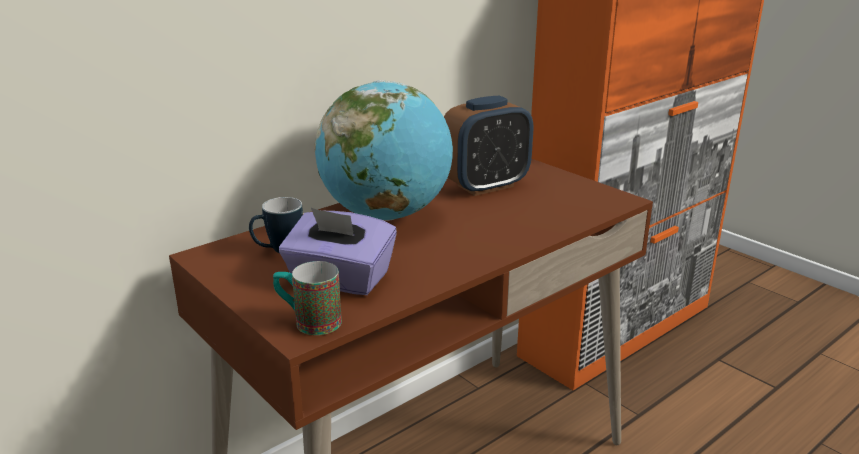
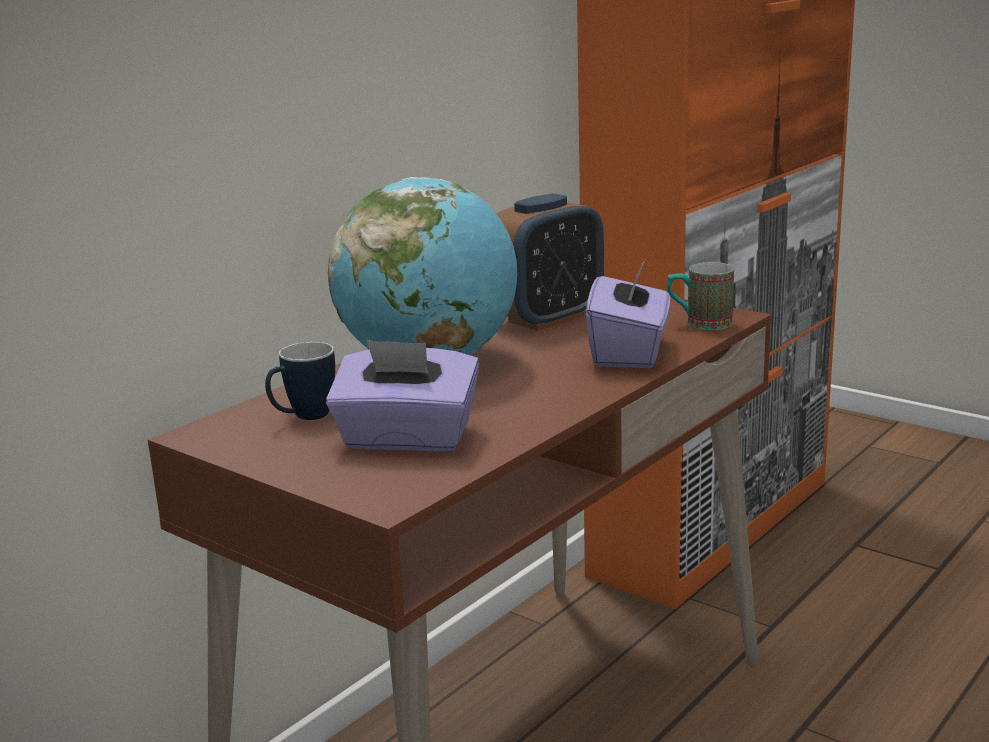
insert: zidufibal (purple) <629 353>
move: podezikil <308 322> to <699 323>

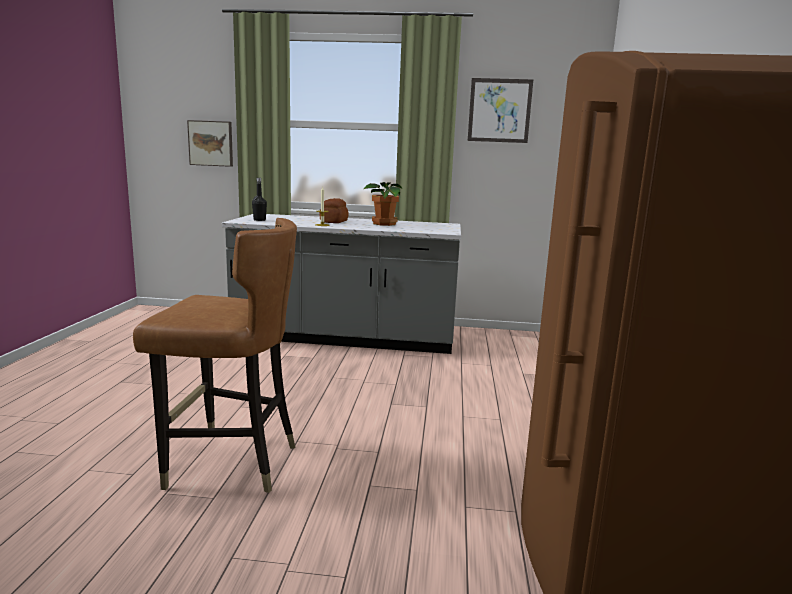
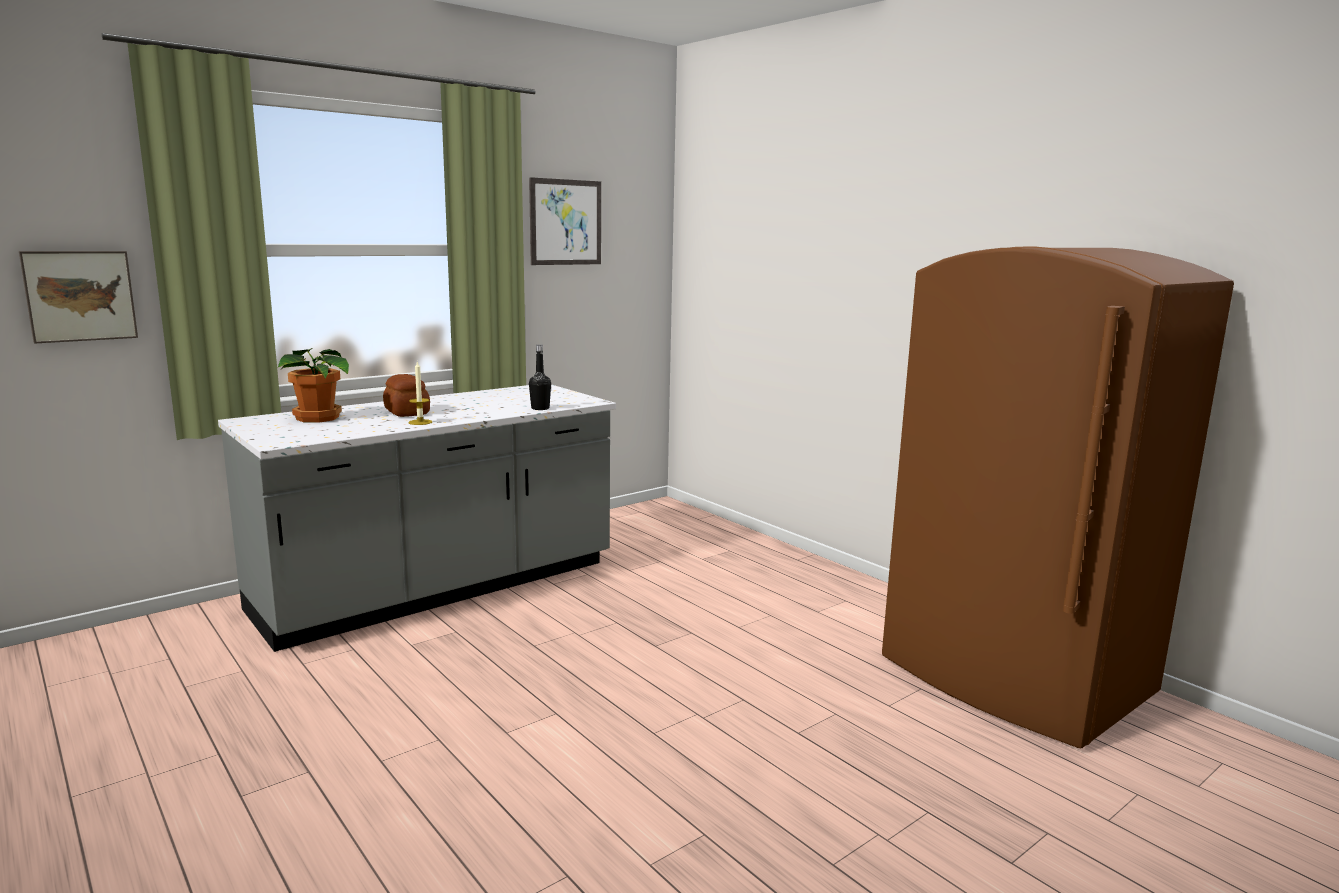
delete: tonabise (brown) <231 463>
move: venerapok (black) <259 220> to <540 408>; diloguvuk <384 224> to <318 418>

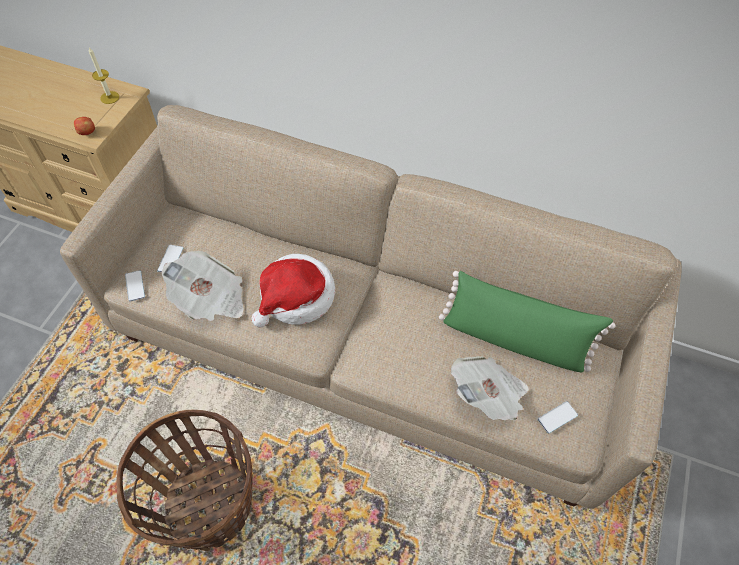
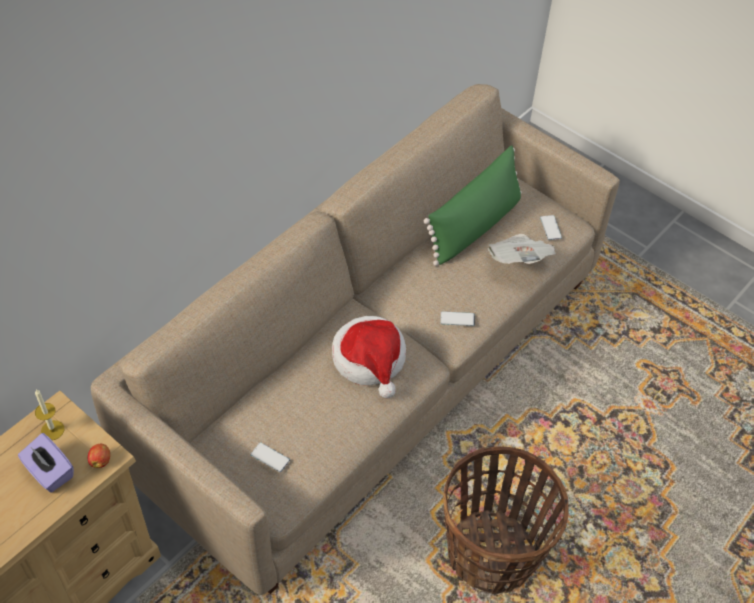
delete: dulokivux <210 299>
insert: zidufibal (purple) <49 472>
move: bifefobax <135 286> to <457 319>

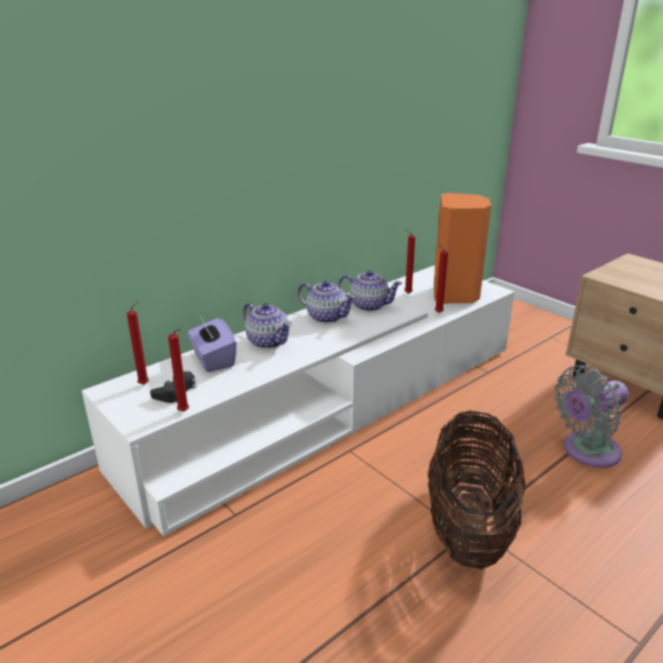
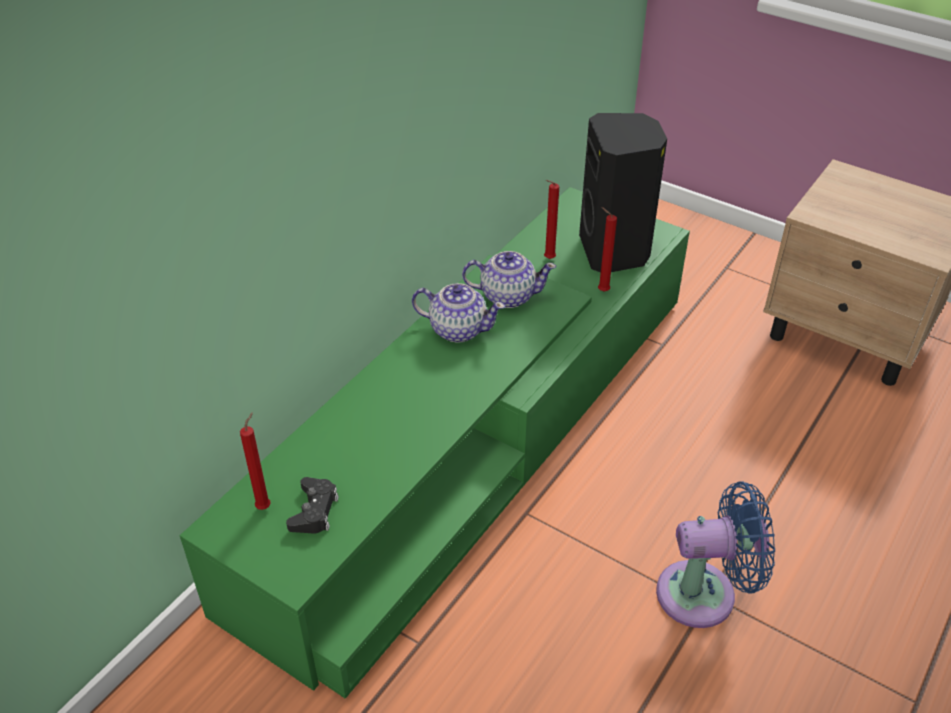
delete: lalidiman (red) <185 412>; zidufibal (purple) <213 359>; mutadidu <268 341>; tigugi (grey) <586 451>
replace: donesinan <469 525> to tigugi (blue) <704 594>
recolor: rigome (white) <331 403> to rigome (green) <475 439>; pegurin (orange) <456 295> to pegurin (black) <615 252>

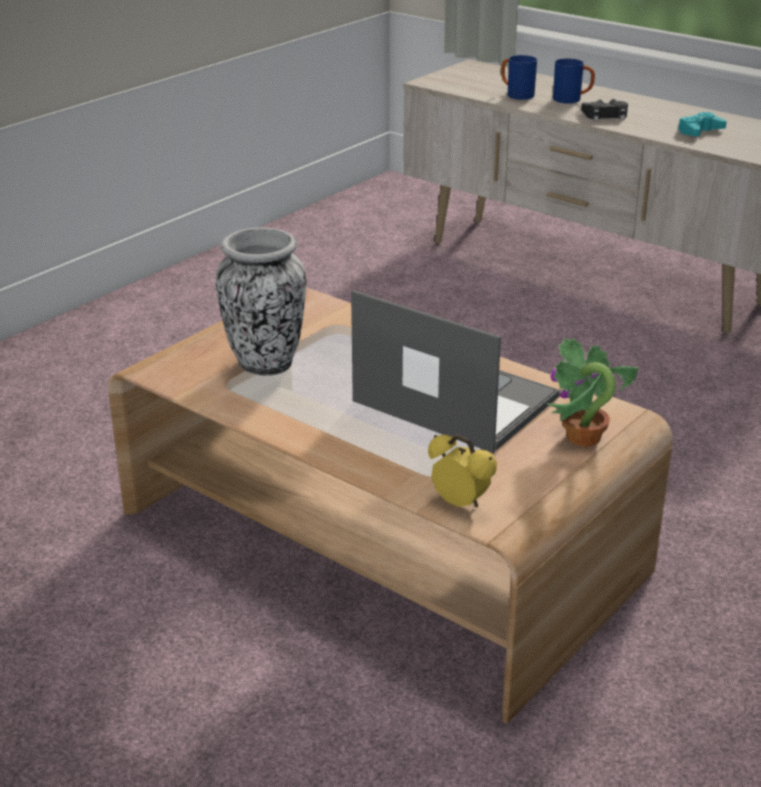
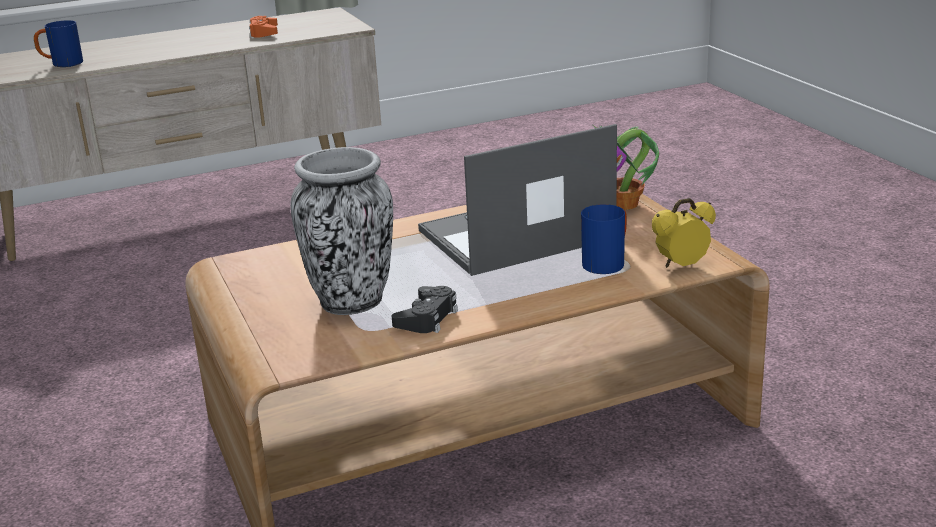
move: podezikil (blue) <572 100> to <607 262>; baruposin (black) <605 115> to <427 318>
recolor: baruposin (turquoise) <699 131> to baruposin (orange) <264 32>

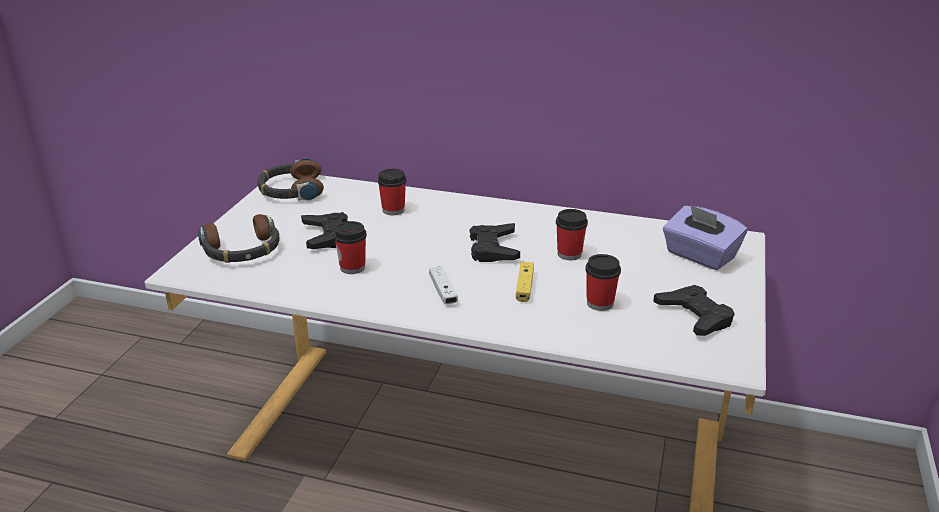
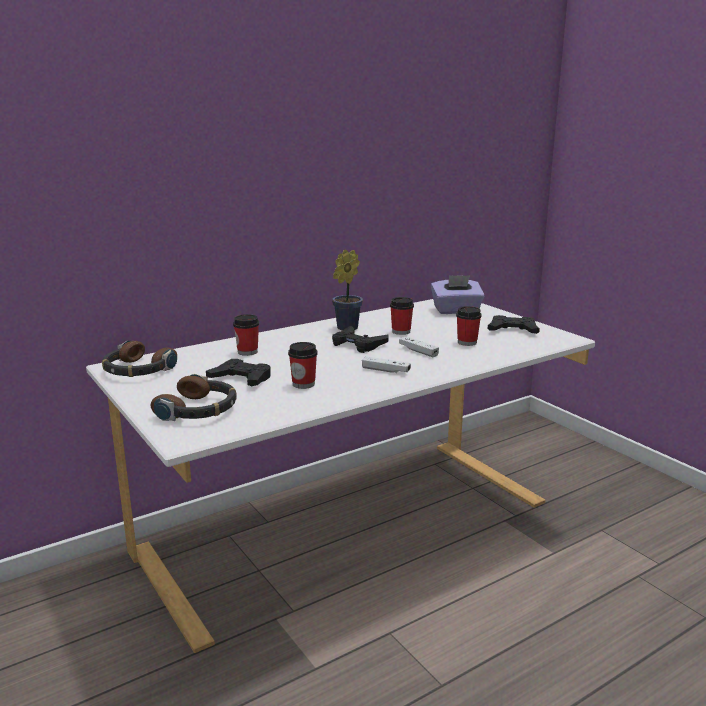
insert: diloguvuk <345 328>
recolor: baruposin (yellow) <524 287> to baruposin (white) <418 351>

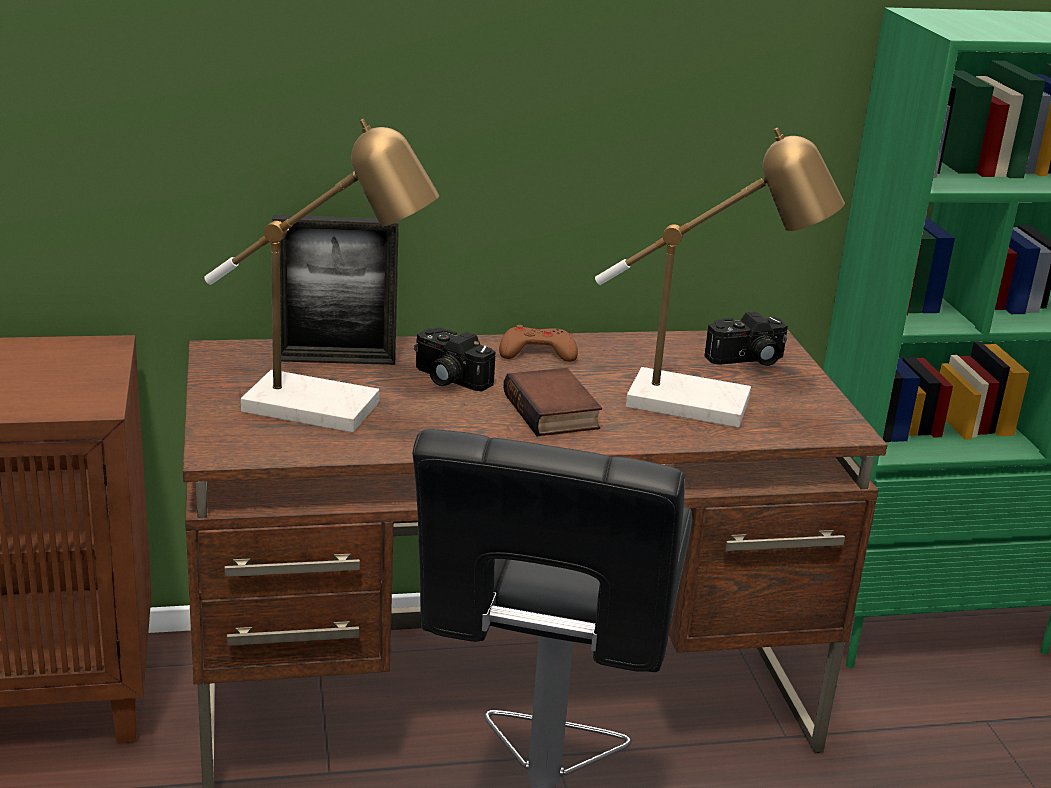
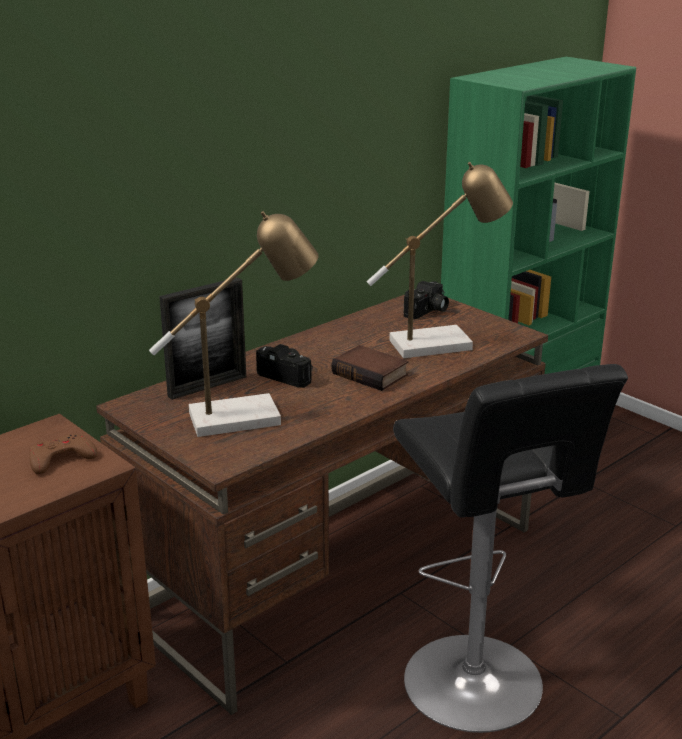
move: baruposin (brown) <537 352> to <61 459>
rotate: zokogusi <447 379> = <288 375> 150 degrees counterclockwise

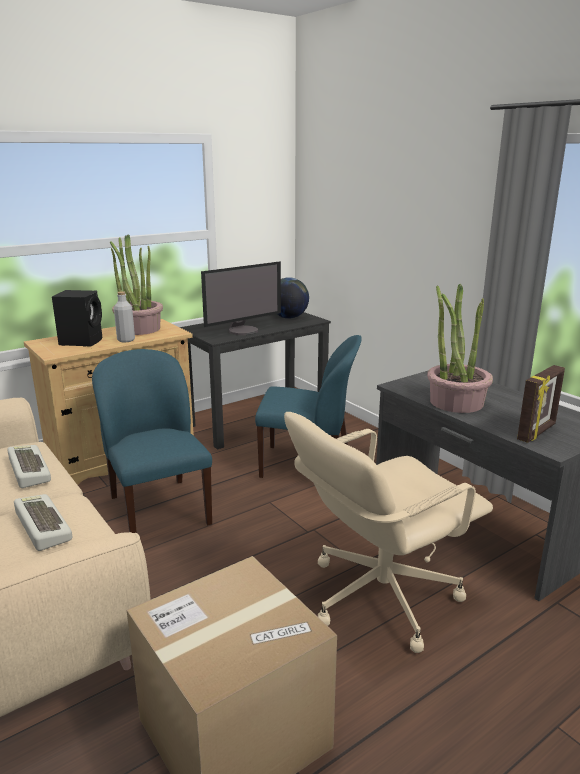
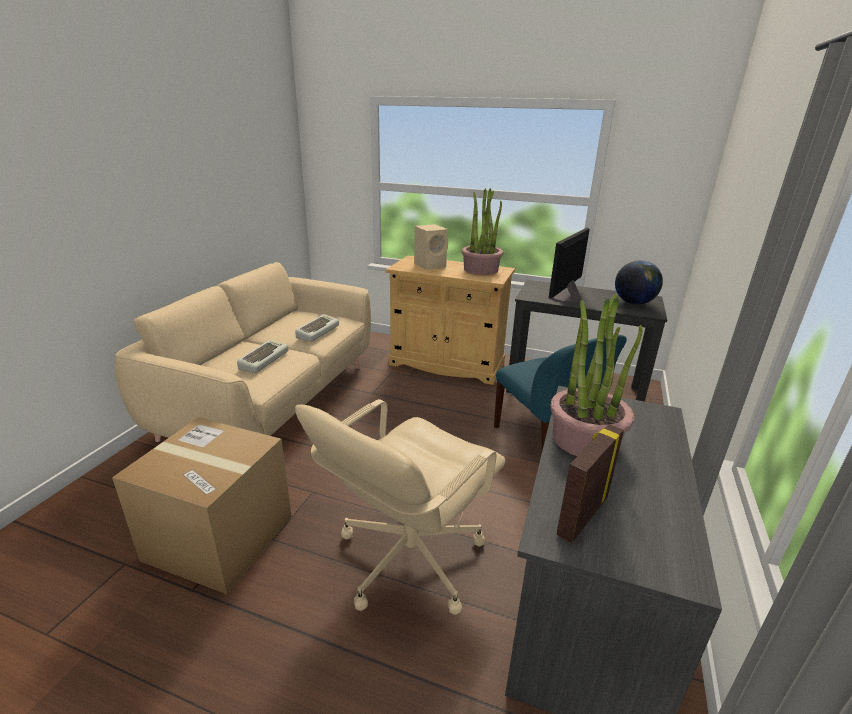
delete: tonabise (blue) <158 509>; venerapok (grey) <126 340>
recolor: pegurin (black) <82 341> to pegurin (beige) <431 265>
rotate: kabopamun <243 330> = <565 298> 105 degrees clockwise; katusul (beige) <380 595> = <408 557> 75 degrees counterclockwise; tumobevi <537 432> = <581 515> 120 degrees clockwise

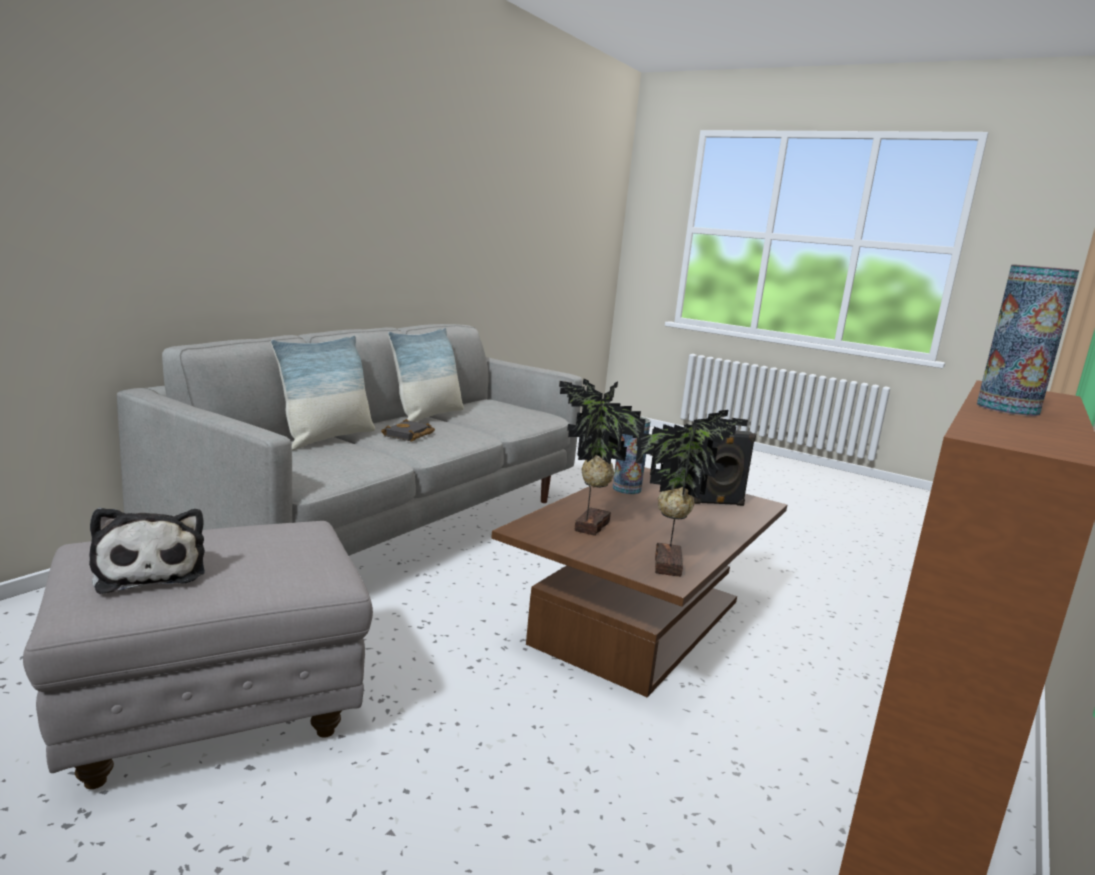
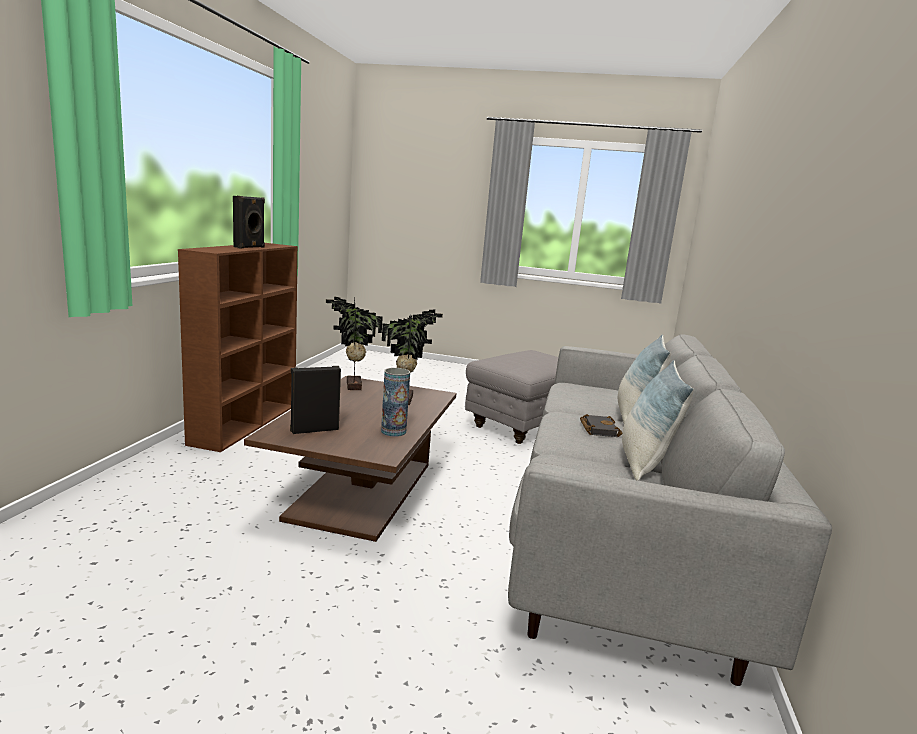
delete: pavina <150 571>
replace: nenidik <1007 409> to pegurin (black) <250 247>

